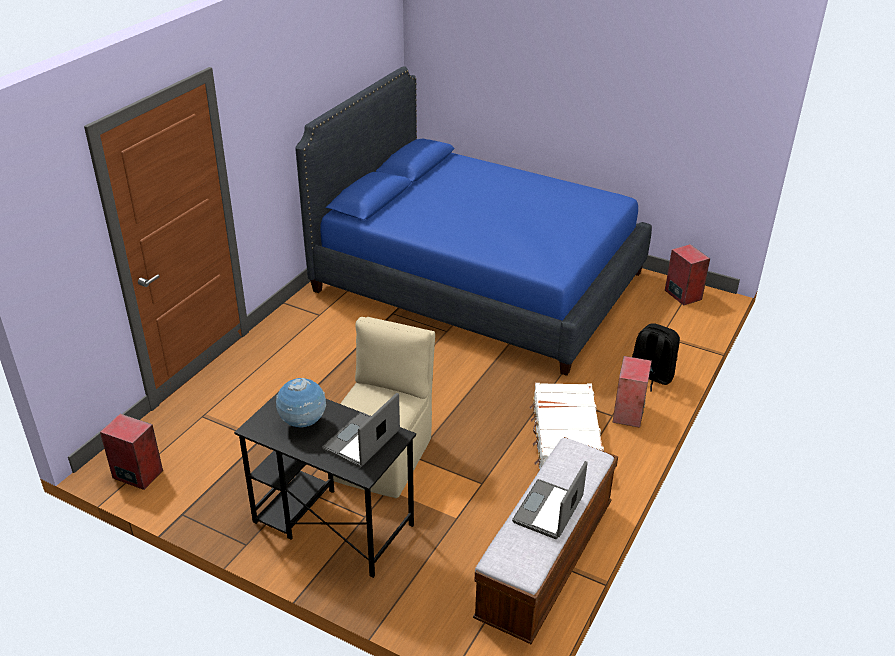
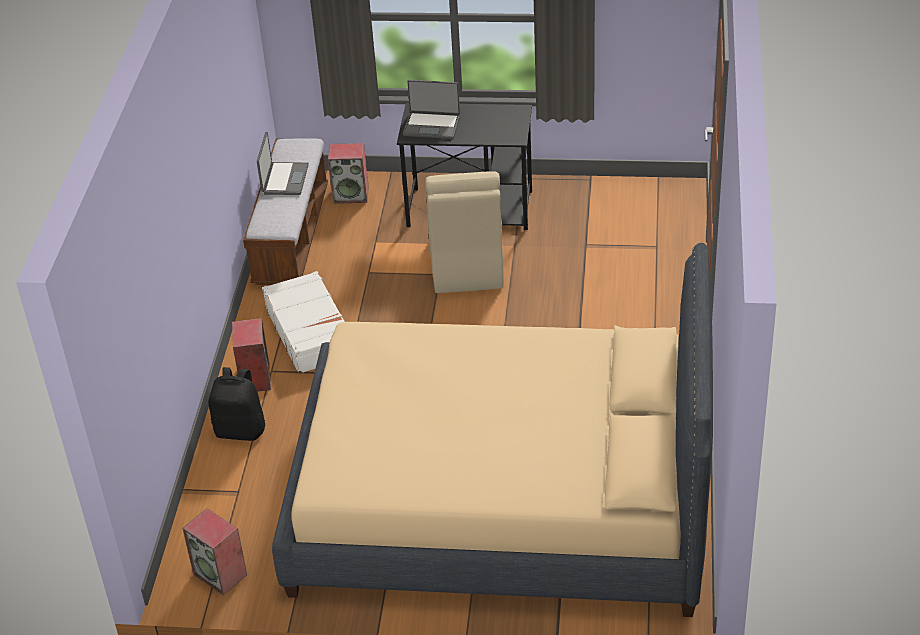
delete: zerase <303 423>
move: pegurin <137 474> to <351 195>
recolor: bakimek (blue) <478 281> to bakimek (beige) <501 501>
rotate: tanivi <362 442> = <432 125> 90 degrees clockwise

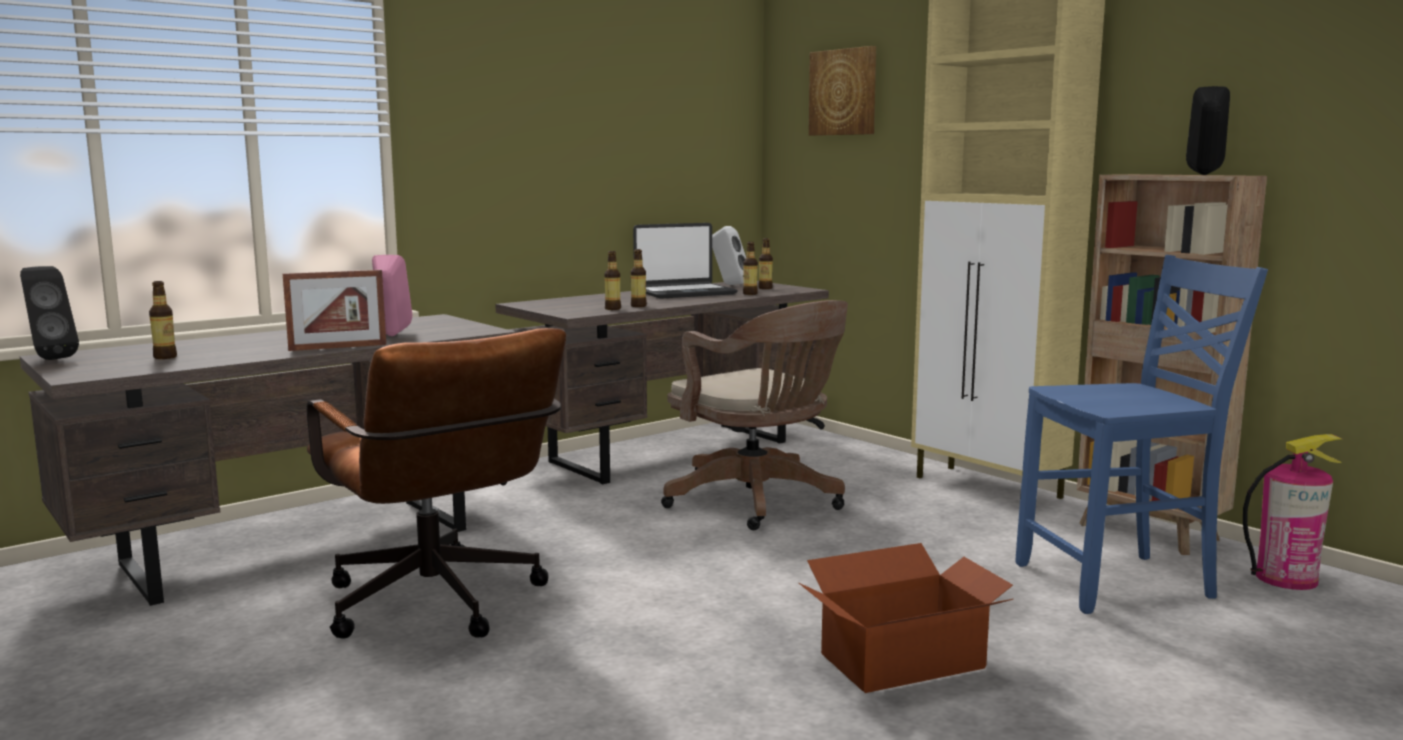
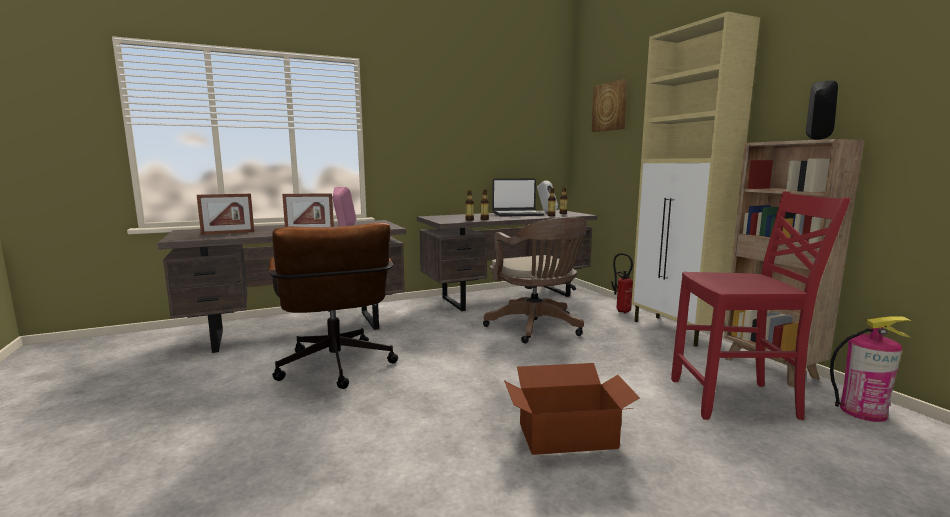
delete: pegurin (black) <50 359>
insert: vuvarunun <621 311>
replace: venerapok <165 357> to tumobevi <228 233>
recolor: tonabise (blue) <1119 582> to tonabise (red) <736 400>

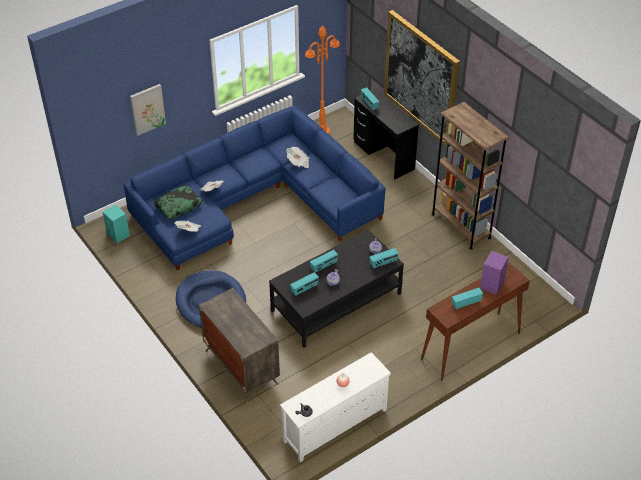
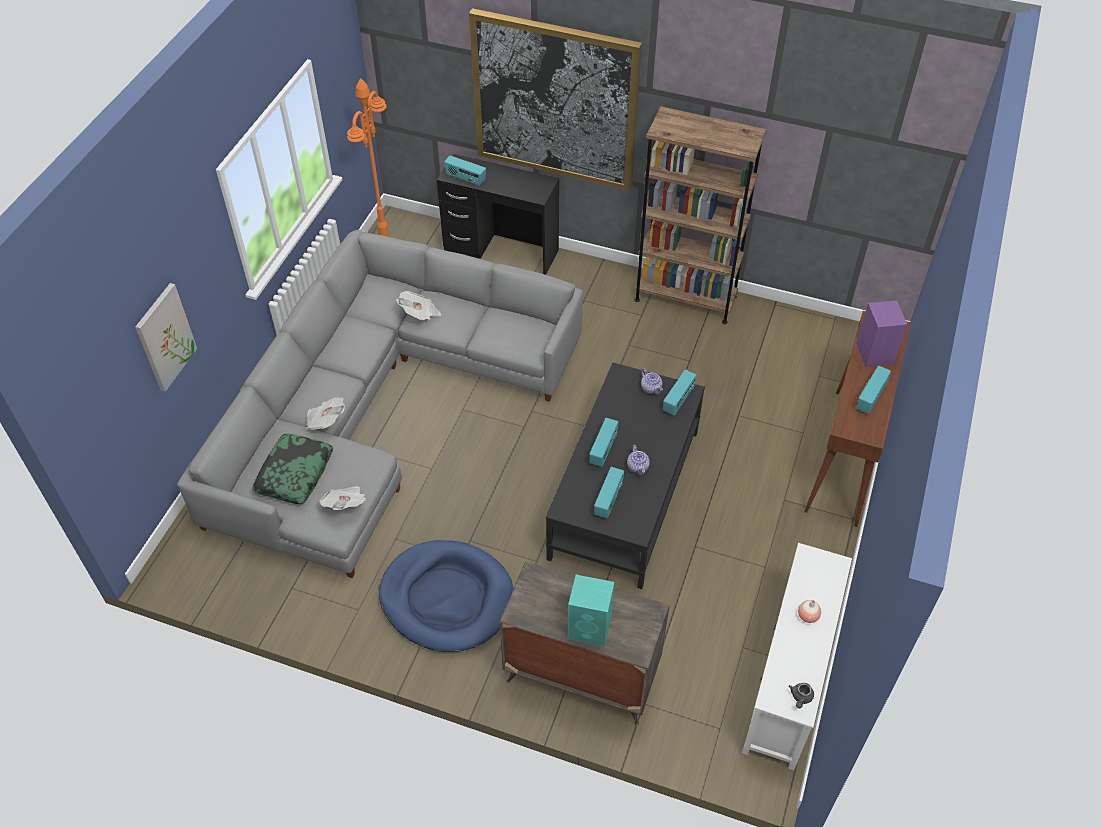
move: pegurin (turquoise) <118 235> to <590 627>
recolor: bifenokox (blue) <254 201> to bifenokox (grey) <377 406>

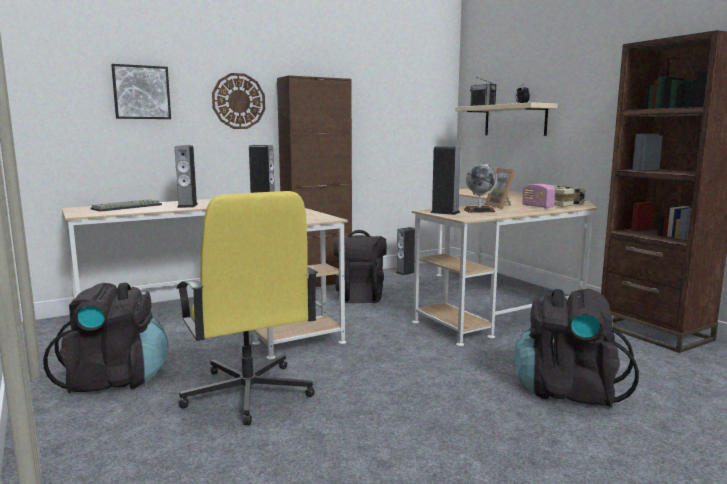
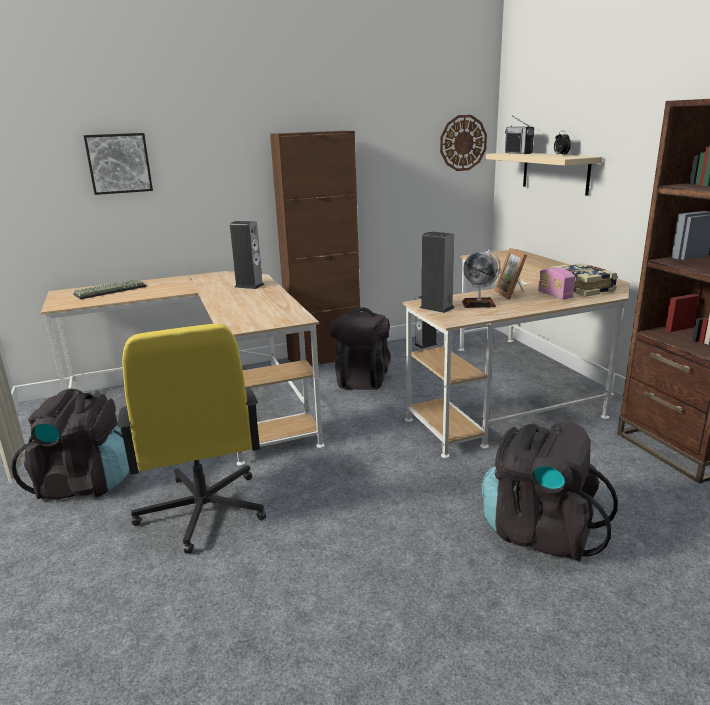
delete: pegurin <187 206>
move: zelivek <238 101> to <463 143>

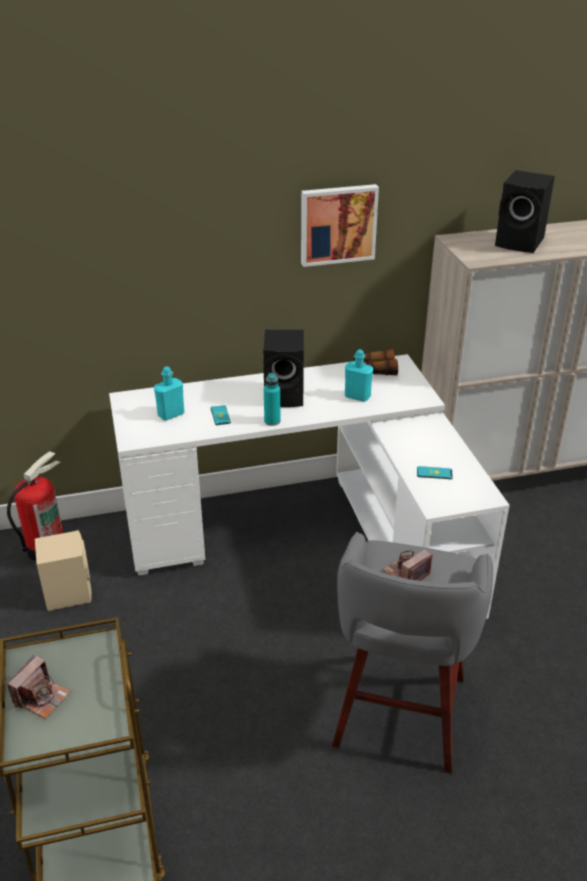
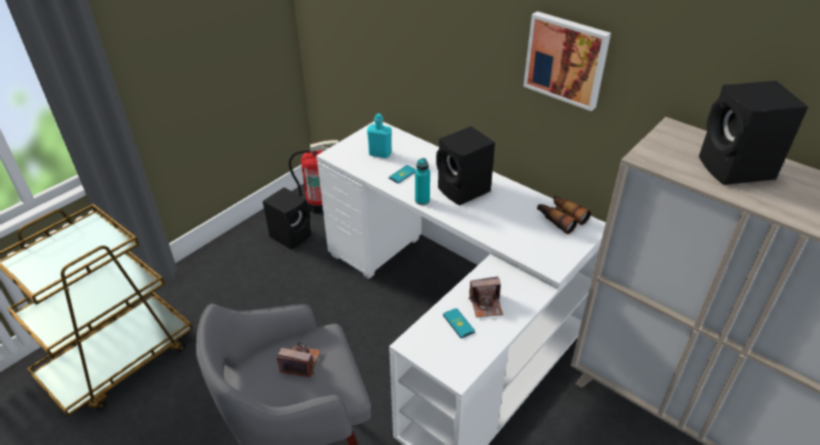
delete: venerapok (turquoise) <357 396>
move: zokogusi <41 697> to <486 305>
recolor: pegurin (beige) <68 592> to pegurin (black) <292 235>

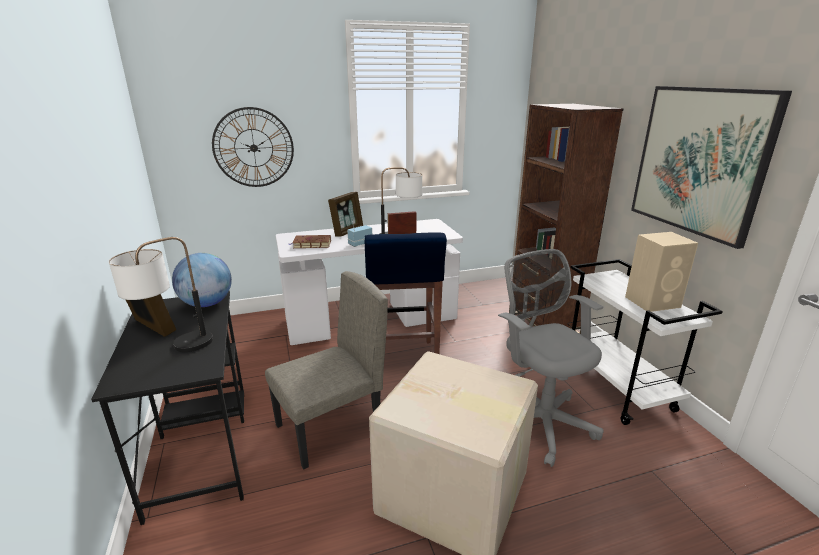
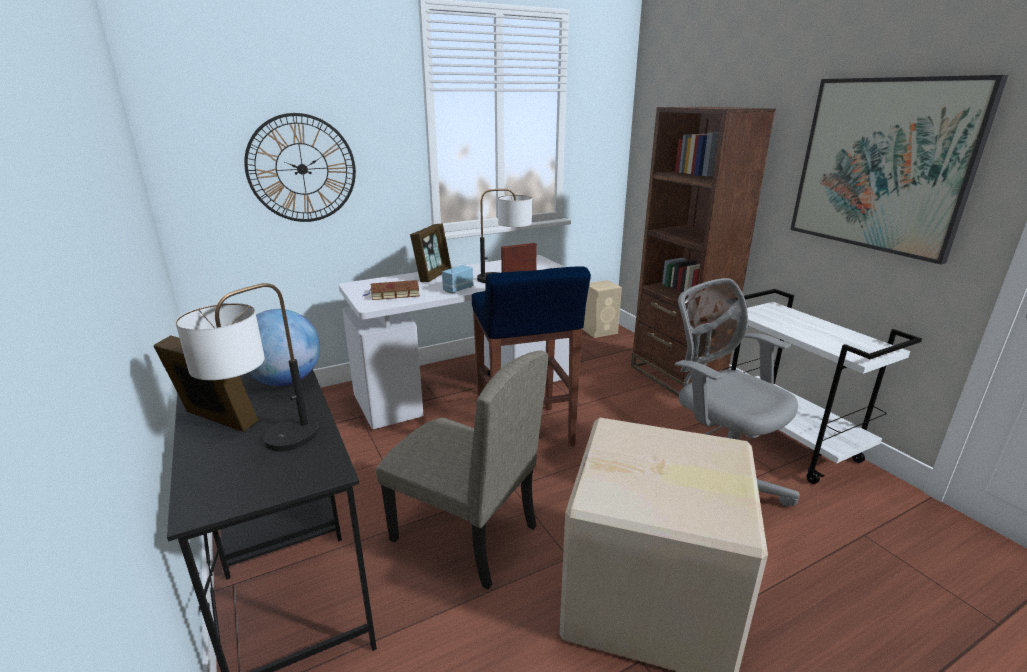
move: pegurin (beige) <653 302> to <600 331>
rotate: tonabise (beige) <330 429> = <464 534> 75 degrees clockwise

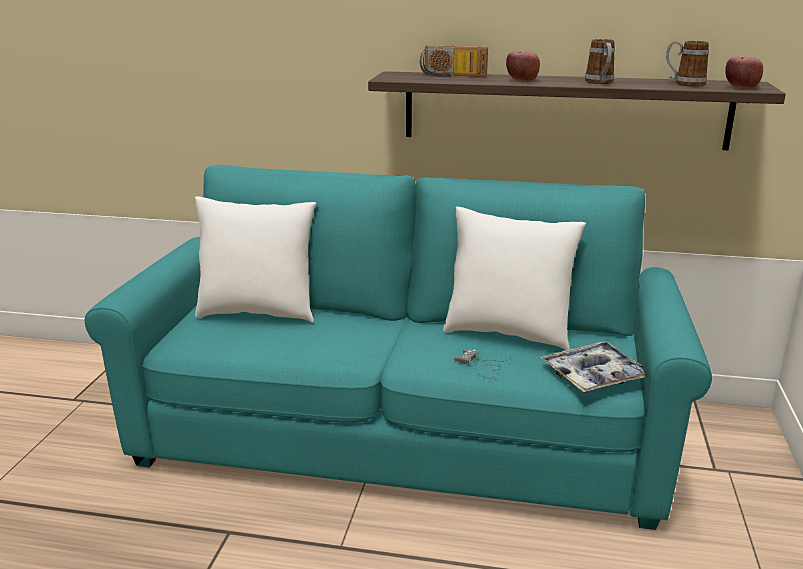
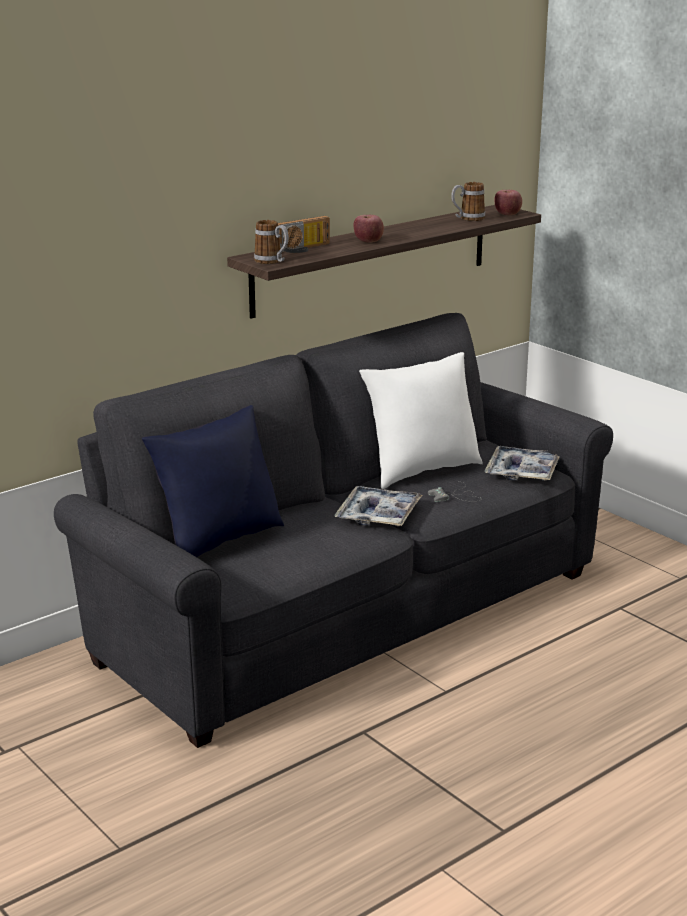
insert: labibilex <378 515>
move: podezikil <600 83> to <272 262>
recolor: bifenokox (turquoise) <402 434> to bifenokox (grey) <344 611>; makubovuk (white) <258 312> to makubovuk (blue) <218 541>

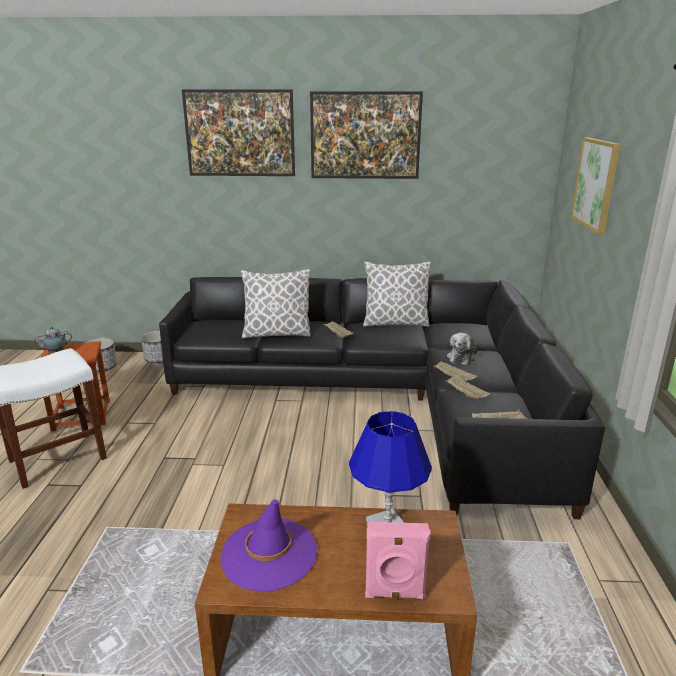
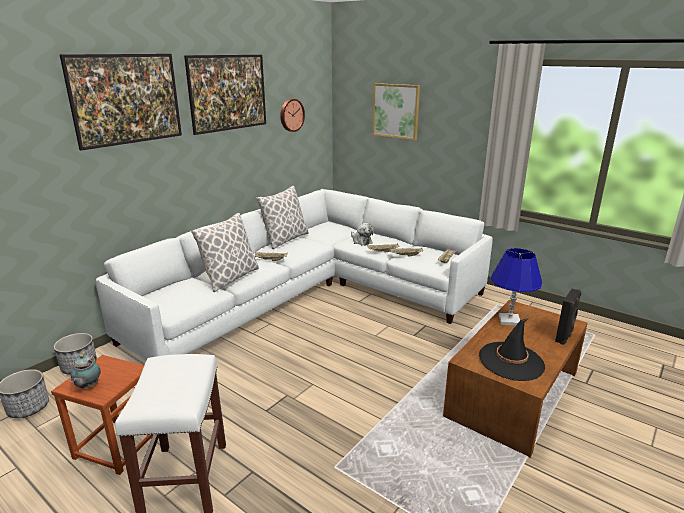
insert: zelivek <291 115>
recolor: bifenokox (black) <385 398> to bifenokox (white) <311 294>; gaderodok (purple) <269 554> to gaderodok (black) <511 361>; pegurin (pink) <394 594> to pegurin (black) <565 336>

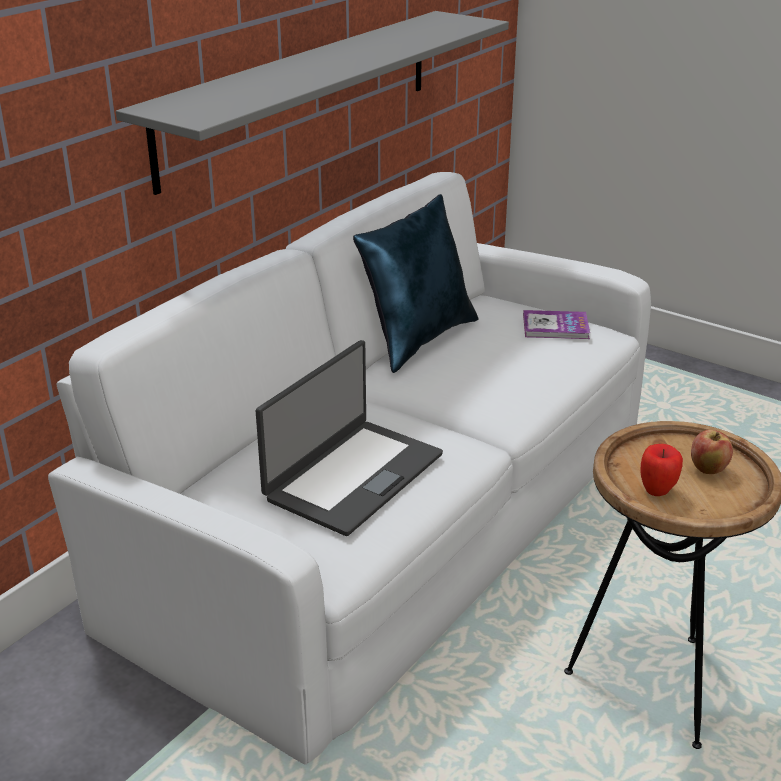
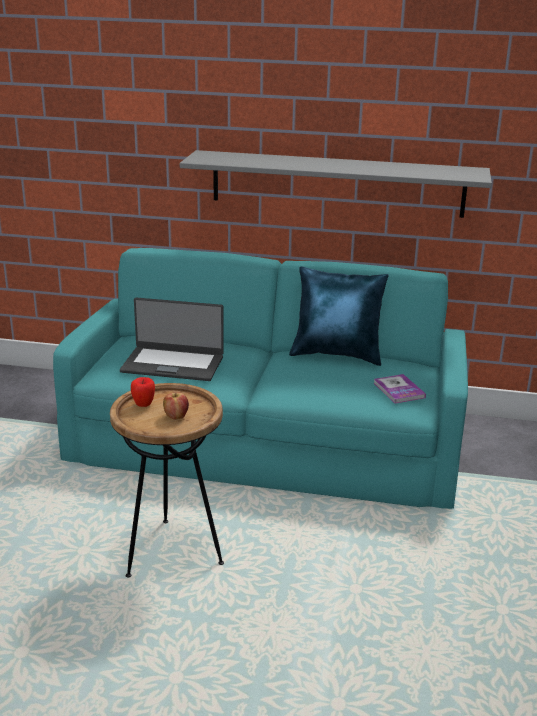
recolor: bifenokox (white) <390 513> to bifenokox (turquoise) <268 439>

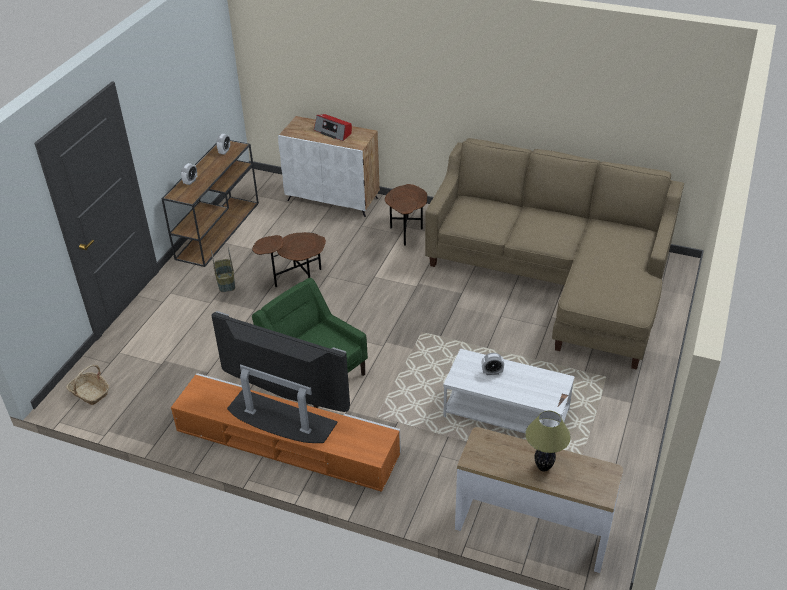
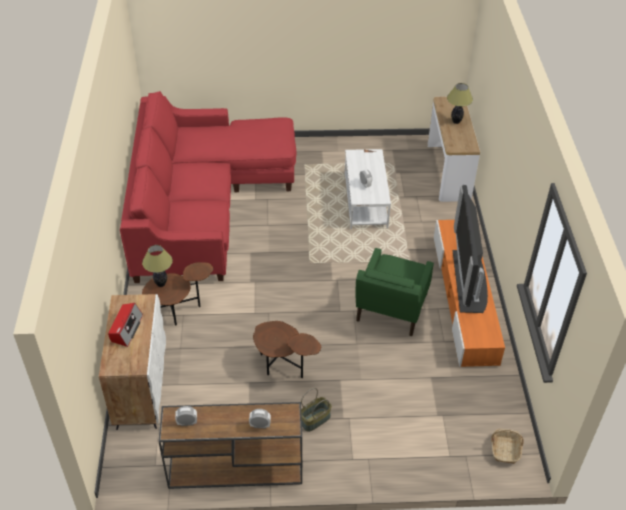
insert: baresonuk <161 284>
recolor: bifenokox (beige) <558 276> to bifenokox (red) <203 205>

